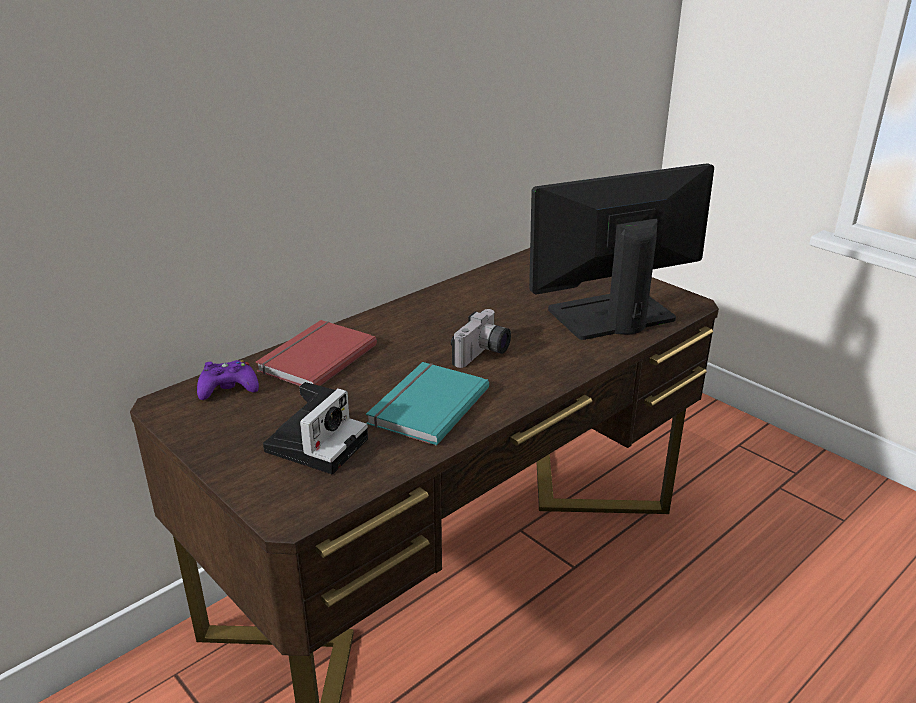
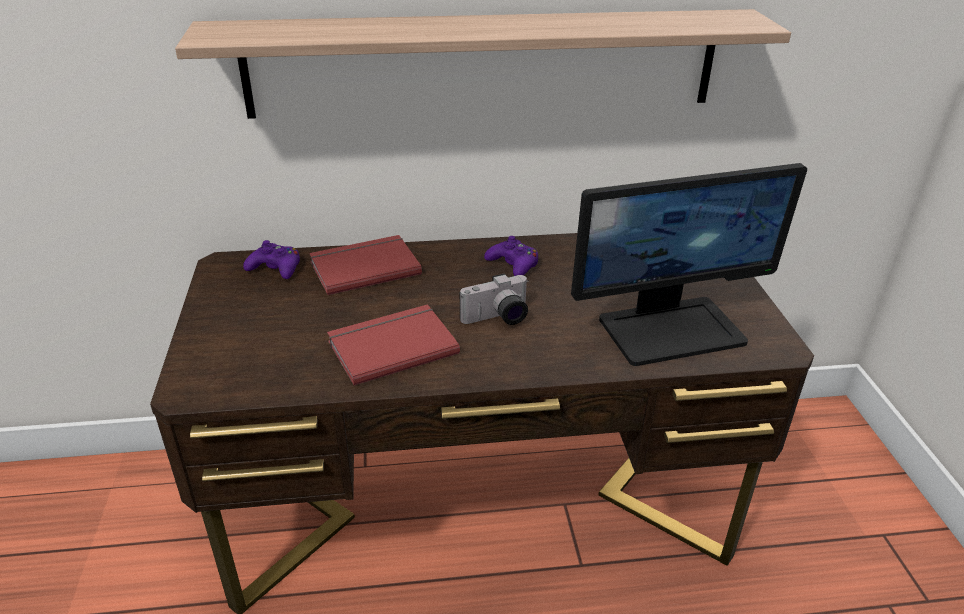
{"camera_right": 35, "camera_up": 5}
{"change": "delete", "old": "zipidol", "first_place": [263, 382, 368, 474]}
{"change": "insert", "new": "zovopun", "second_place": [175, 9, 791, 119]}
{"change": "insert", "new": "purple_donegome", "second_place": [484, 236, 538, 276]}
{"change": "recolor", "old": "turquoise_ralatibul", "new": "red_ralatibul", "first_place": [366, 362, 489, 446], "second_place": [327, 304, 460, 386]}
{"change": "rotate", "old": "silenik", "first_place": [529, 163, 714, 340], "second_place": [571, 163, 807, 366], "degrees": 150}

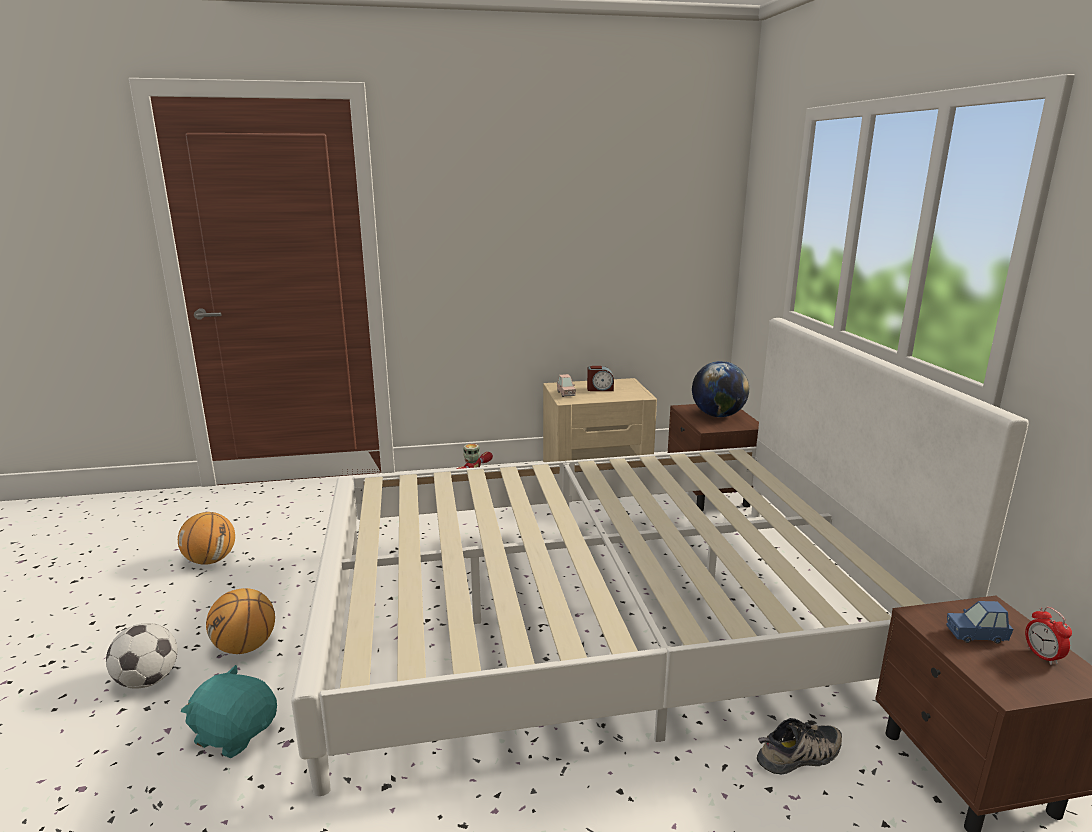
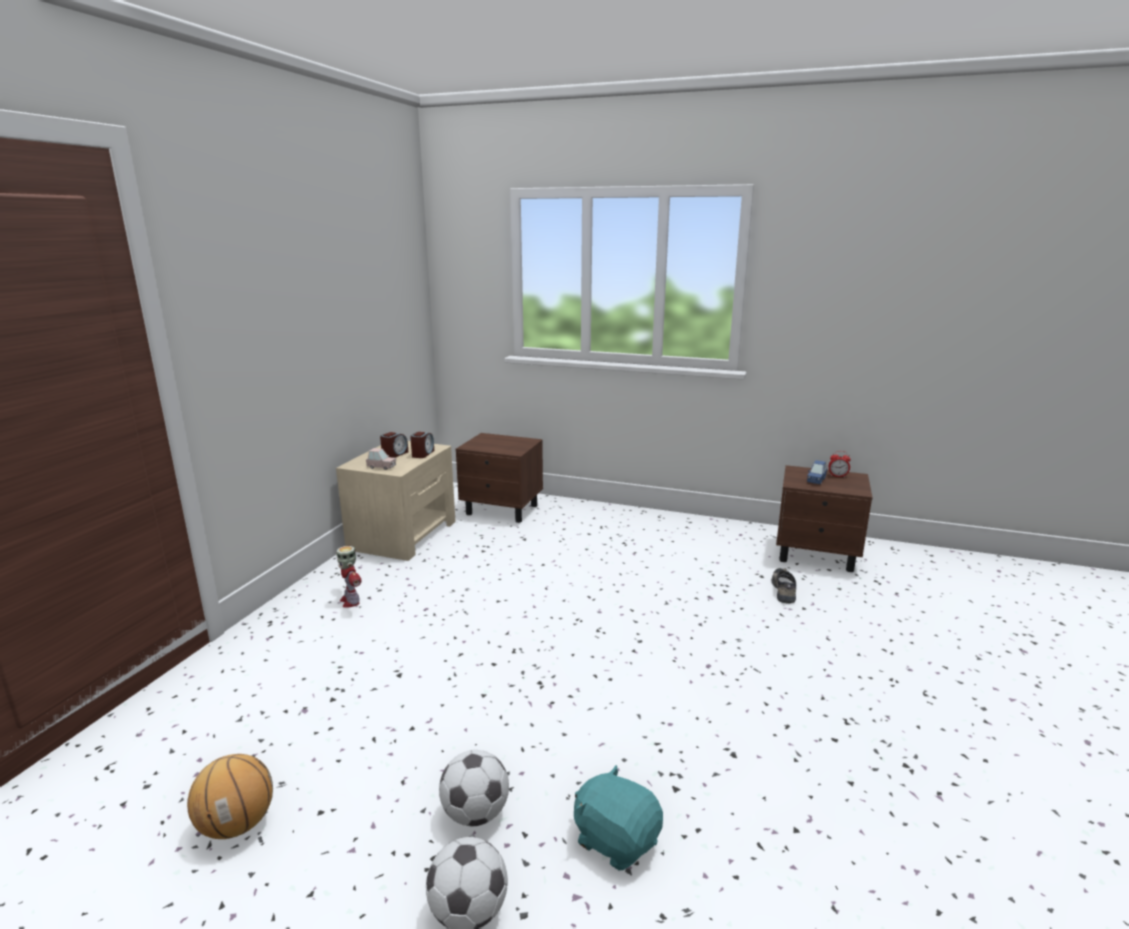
{"camera_right": -60, "camera_up": 0}
{"change": "delete", "old": "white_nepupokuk", "first_place": [291, 318, 1028, 796]}
{"change": "delete", "old": "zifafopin", "first_place": [692, 361, 749, 417]}
{"change": "insert", "new": "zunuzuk", "second_place": [410, 432, 434, 458]}
{"change": "replace", "old": "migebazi", "new": "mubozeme", "first_place": [206, 588, 275, 654], "second_place": [439, 750, 509, 827]}
{"change": "rotate", "old": "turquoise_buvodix", "first_place": [181, 665, 277, 758], "second_place": [574, 765, 663, 870], "degrees": 75}

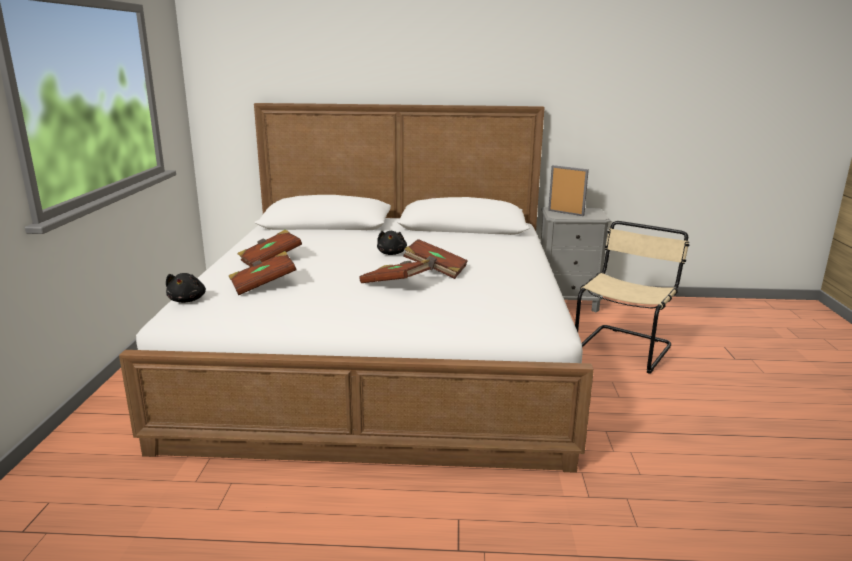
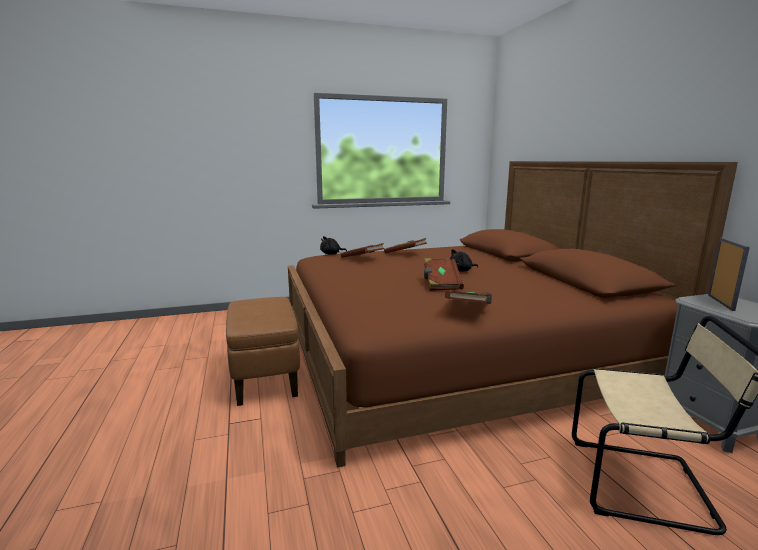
{"camera_right": 70, "camera_up": -5}
{"change": "insert", "new": "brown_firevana", "second_place": [226, 297, 300, 406]}
{"change": "move", "old": "brown_ralatibul", "first_place": [359, 259, 431, 283], "second_place": [445, 291, 492, 304]}
{"change": "recolor", "old": "white_nepupokuk", "new": "brown_nepupokuk", "first_place": [119, 103, 594, 473], "second_place": [288, 161, 738, 468]}

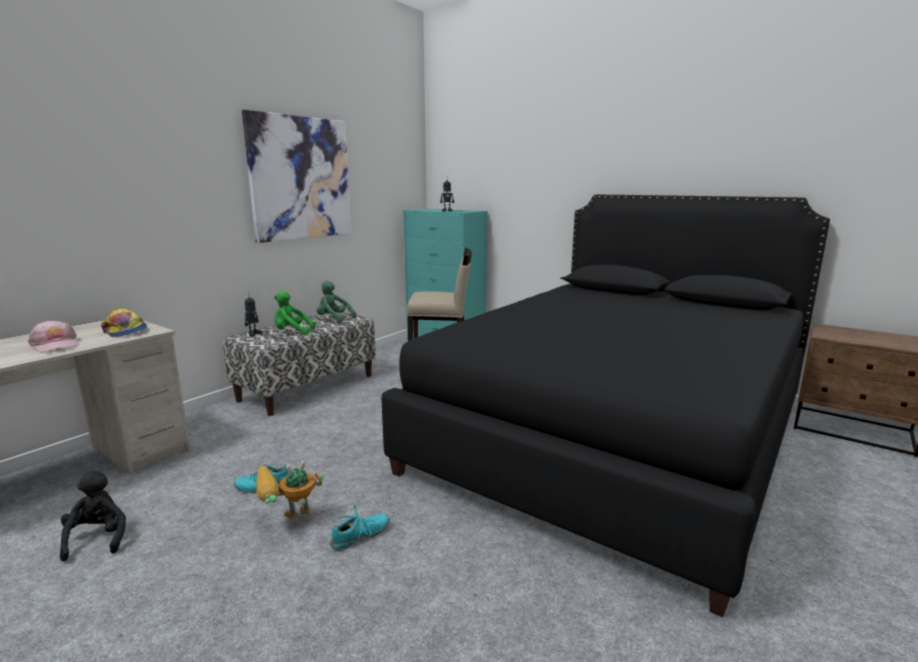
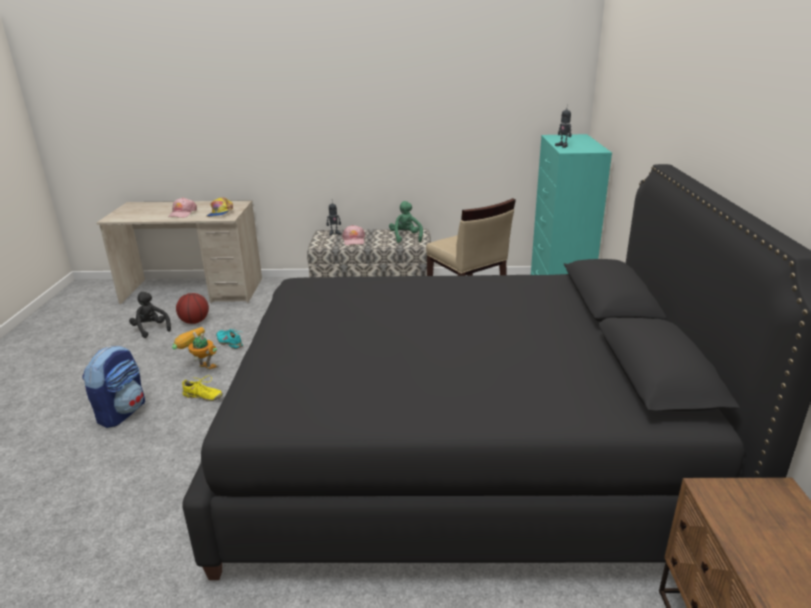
{"camera_right": 55, "camera_up": 10}
{"change": "delete", "old": "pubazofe", "first_place": [242, 110, 352, 243]}
{"change": "insert", "new": "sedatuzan", "second_place": [82, 346, 145, 428]}
{"change": "insert", "new": "migebazi", "second_place": [176, 293, 209, 324]}
{"change": "replace", "old": "green_buvodix", "new": "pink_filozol", "first_place": [274, 291, 316, 335], "second_place": [342, 225, 365, 245]}
{"change": "recolor", "old": "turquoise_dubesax", "new": "yellow_dubesax", "first_place": [330, 505, 389, 551], "second_place": [182, 375, 223, 401]}
{"change": "rotate", "old": "black_buvodix", "first_place": [60, 471, 126, 561], "second_place": [129, 292, 171, 338], "degrees": -75}

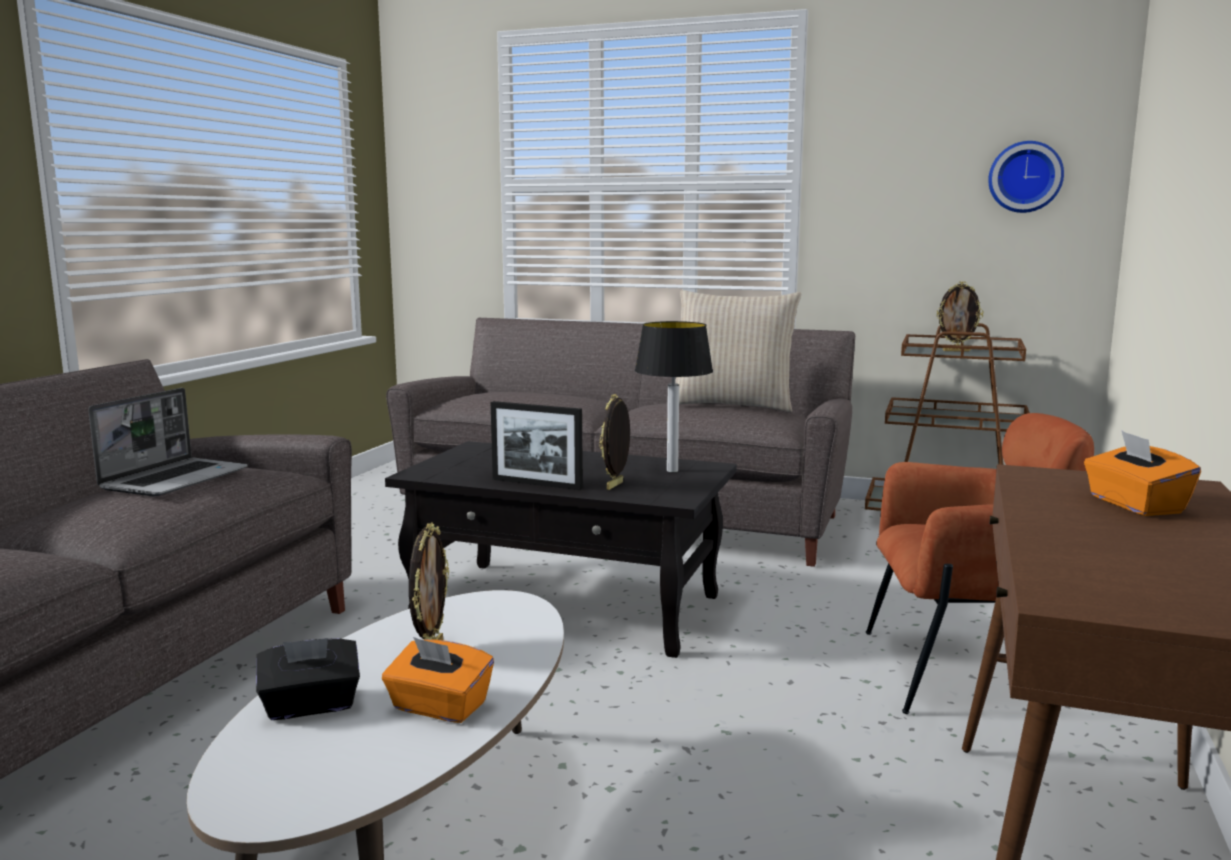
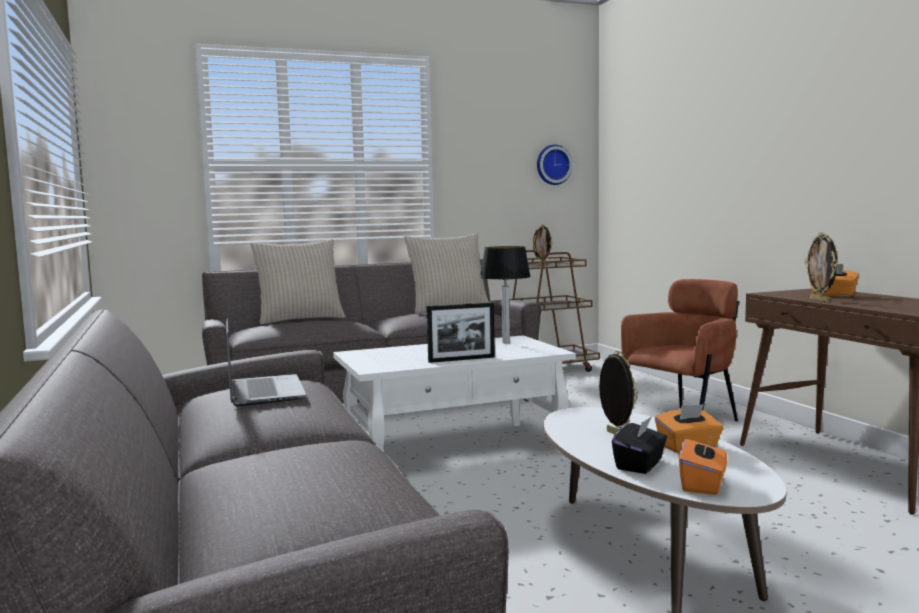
{"camera_right": -40, "camera_up": -5}
{"change": "insert", "new": "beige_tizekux", "second_place": [250, 239, 346, 325]}
{"change": "insert", "new": "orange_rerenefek", "second_place": [679, 432, 727, 495]}
{"change": "move", "old": "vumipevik", "first_place": [599, 394, 630, 490], "second_place": [805, 232, 837, 302]}
{"change": "recolor", "old": "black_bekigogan", "new": "white_bekigogan", "first_place": [385, 441, 737, 658], "second_place": [333, 335, 576, 453]}

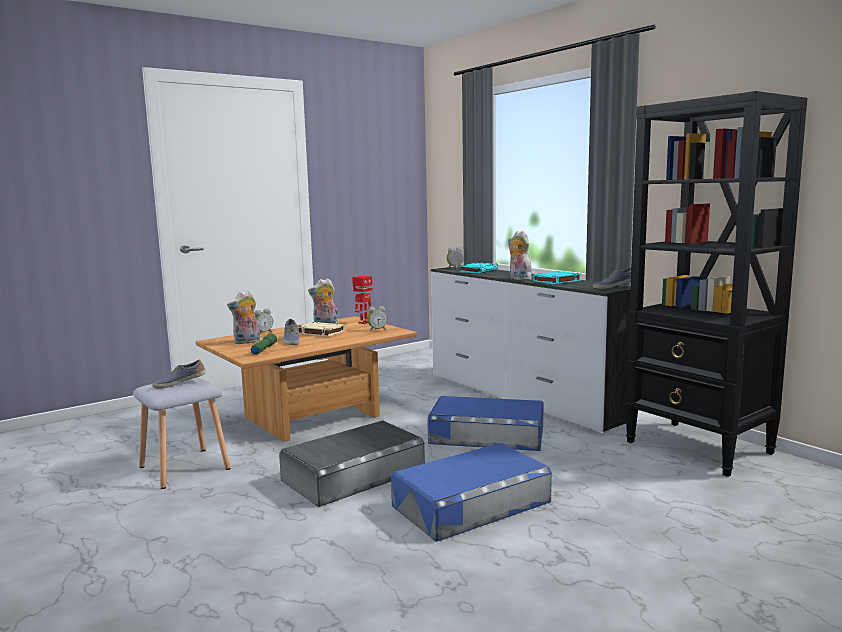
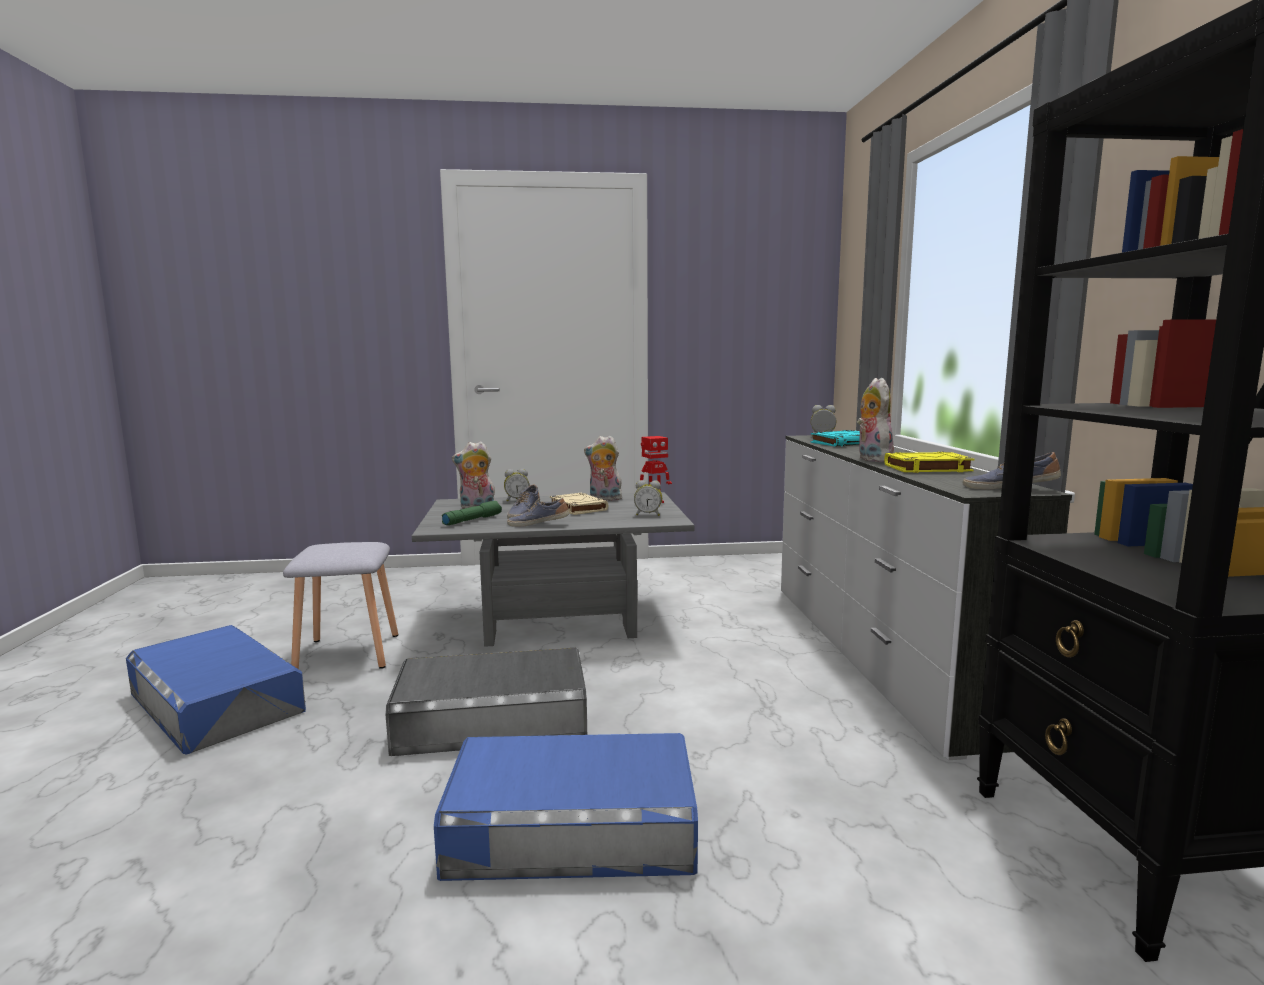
{"camera_right": 30, "camera_up": 0}
{"change": "move", "old": "dubesax", "first_place": [152, 359, 206, 389], "second_place": [507, 498, 569, 527]}
{"change": "move", "old": "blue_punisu", "first_place": [427, 396, 543, 451], "second_place": [126, 625, 306, 755]}
{"change": "recolor", "old": "brown_bekigogan", "new": "grey_bekigogan", "first_place": [196, 316, 417, 442], "second_place": [412, 492, 694, 647]}
{"change": "recolor", "old": "turquoise_ralatibul", "new": "yellow_ralatibul", "first_place": [533, 271, 581, 284], "second_place": [884, 451, 974, 473]}

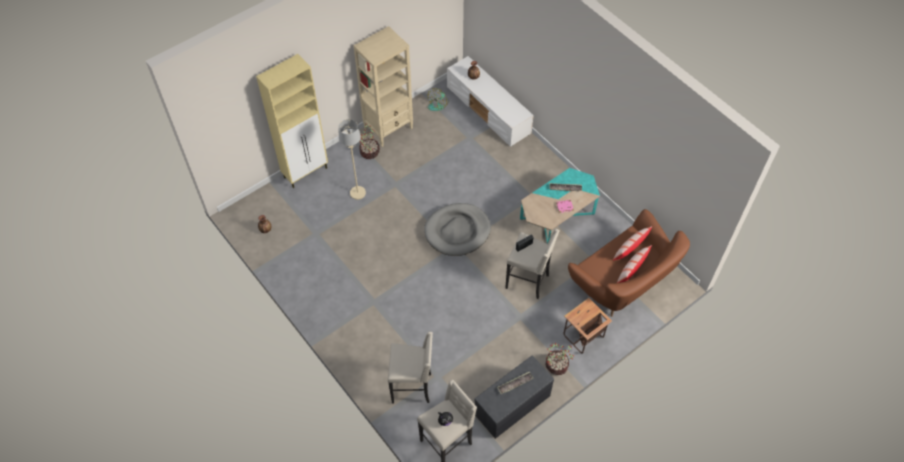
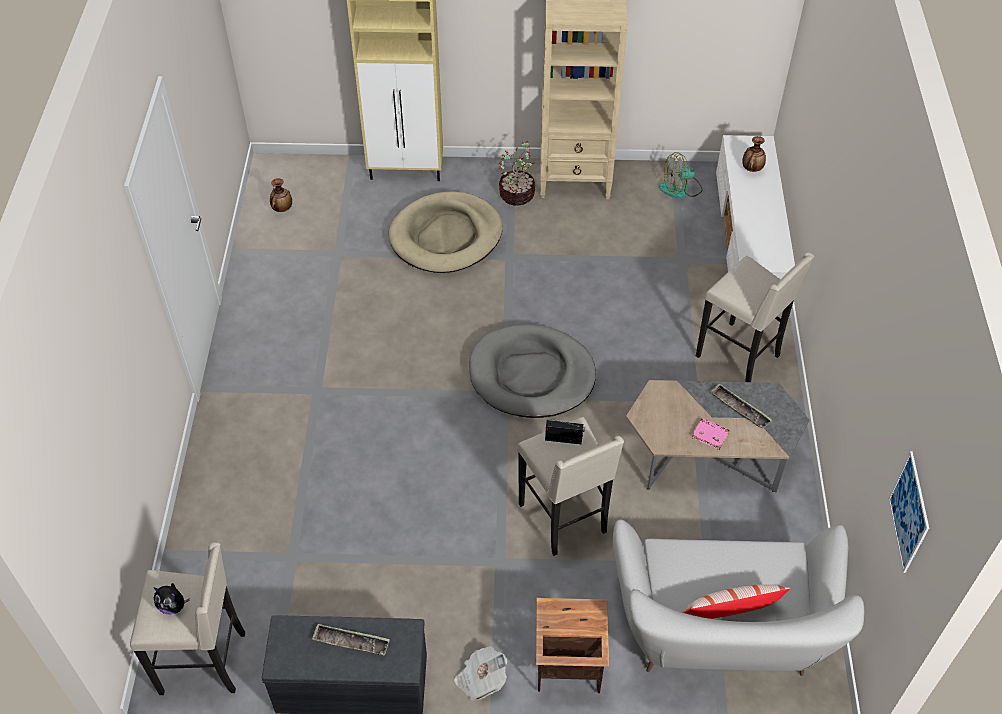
{"camera_right": 40, "camera_up": -5}
{"change": "delete", "old": "tizekux", "first_place": [613, 226, 652, 261]}
{"change": "insert", "new": "pubazofe", "second_place": [888, 451, 929, 573]}
{"change": "move", "old": "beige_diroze", "first_place": [388, 332, 433, 403], "second_place": [696, 252, 814, 382]}
{"change": "replace", "old": "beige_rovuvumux", "new": "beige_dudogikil", "first_place": [338, 119, 366, 200], "second_place": [389, 192, 503, 273]}
{"change": "replace", "old": "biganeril", "new": "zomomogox", "first_place": [546, 343, 574, 375], "second_place": [454, 646, 508, 702]}
{"change": "recolor", "old": "turquoise_bekigogan", "new": "grey_bekigogan", "first_place": [520, 168, 600, 244], "second_place": [626, 380, 809, 492]}
{"change": "recolor", "old": "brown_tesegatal", "new": "white_tesegatal", "first_place": [568, 209, 690, 317], "second_place": [613, 519, 864, 676]}

